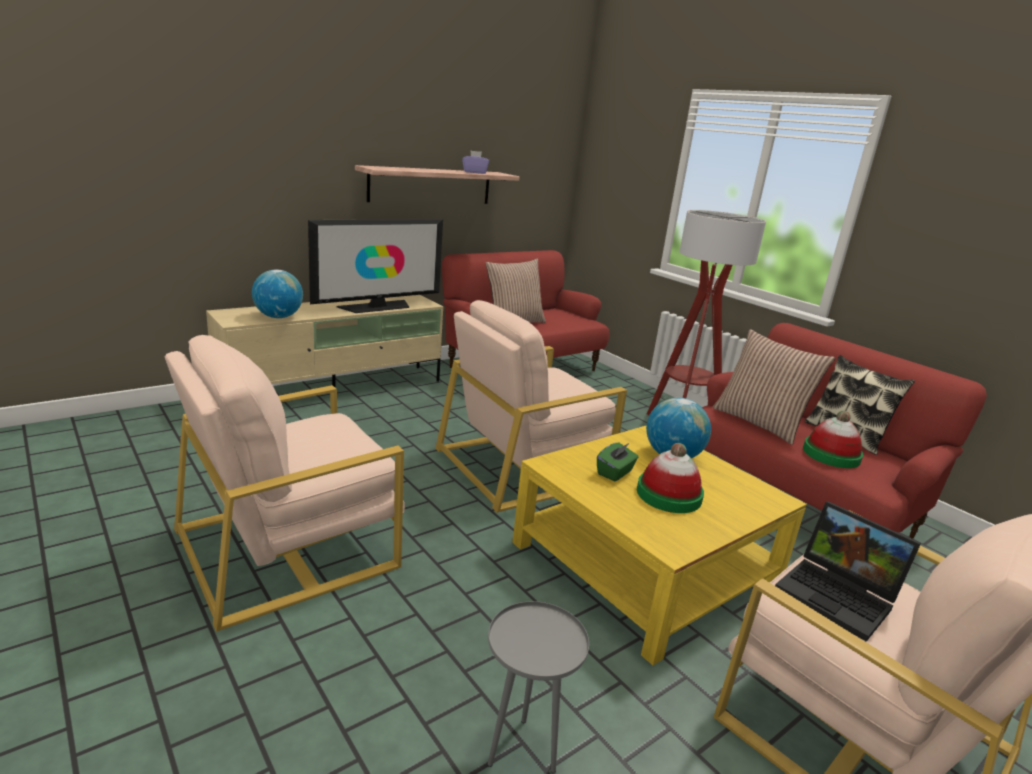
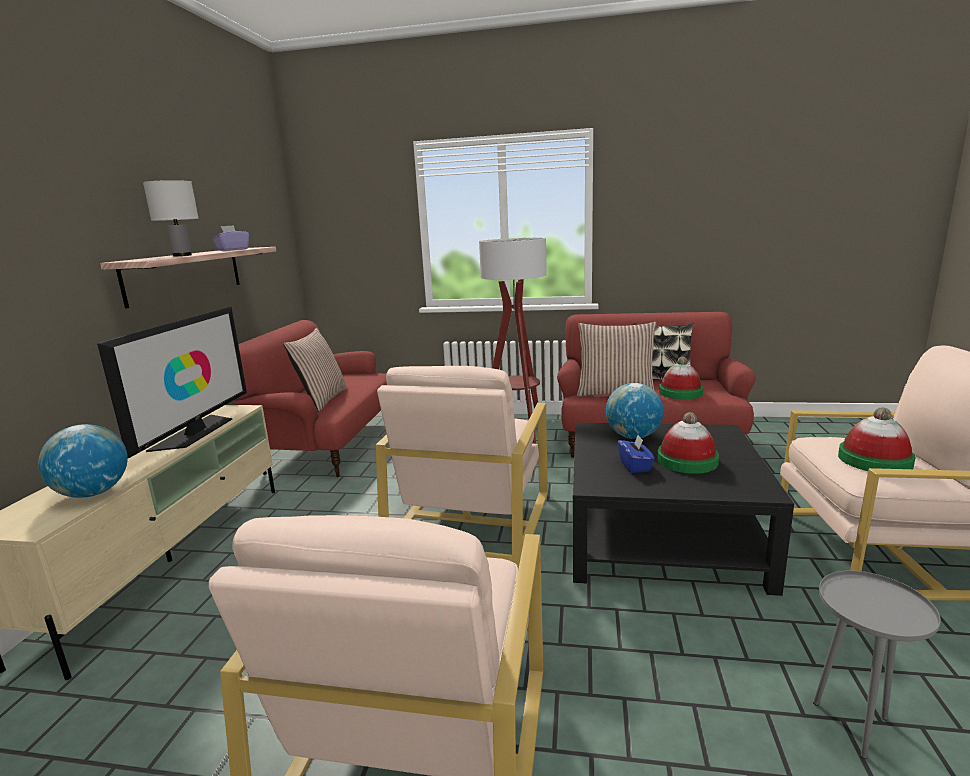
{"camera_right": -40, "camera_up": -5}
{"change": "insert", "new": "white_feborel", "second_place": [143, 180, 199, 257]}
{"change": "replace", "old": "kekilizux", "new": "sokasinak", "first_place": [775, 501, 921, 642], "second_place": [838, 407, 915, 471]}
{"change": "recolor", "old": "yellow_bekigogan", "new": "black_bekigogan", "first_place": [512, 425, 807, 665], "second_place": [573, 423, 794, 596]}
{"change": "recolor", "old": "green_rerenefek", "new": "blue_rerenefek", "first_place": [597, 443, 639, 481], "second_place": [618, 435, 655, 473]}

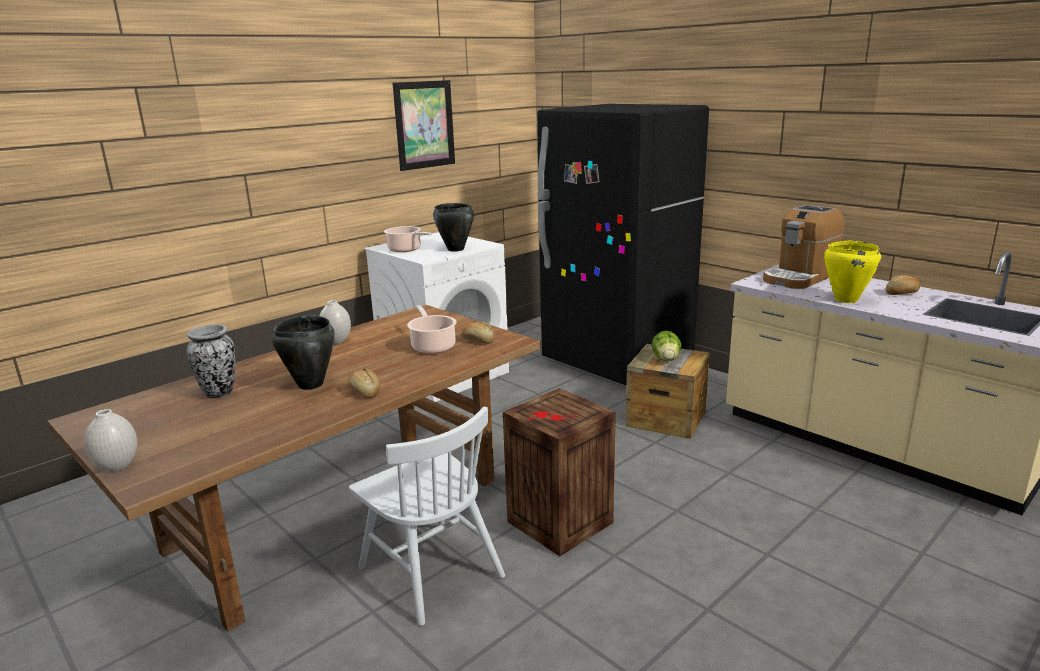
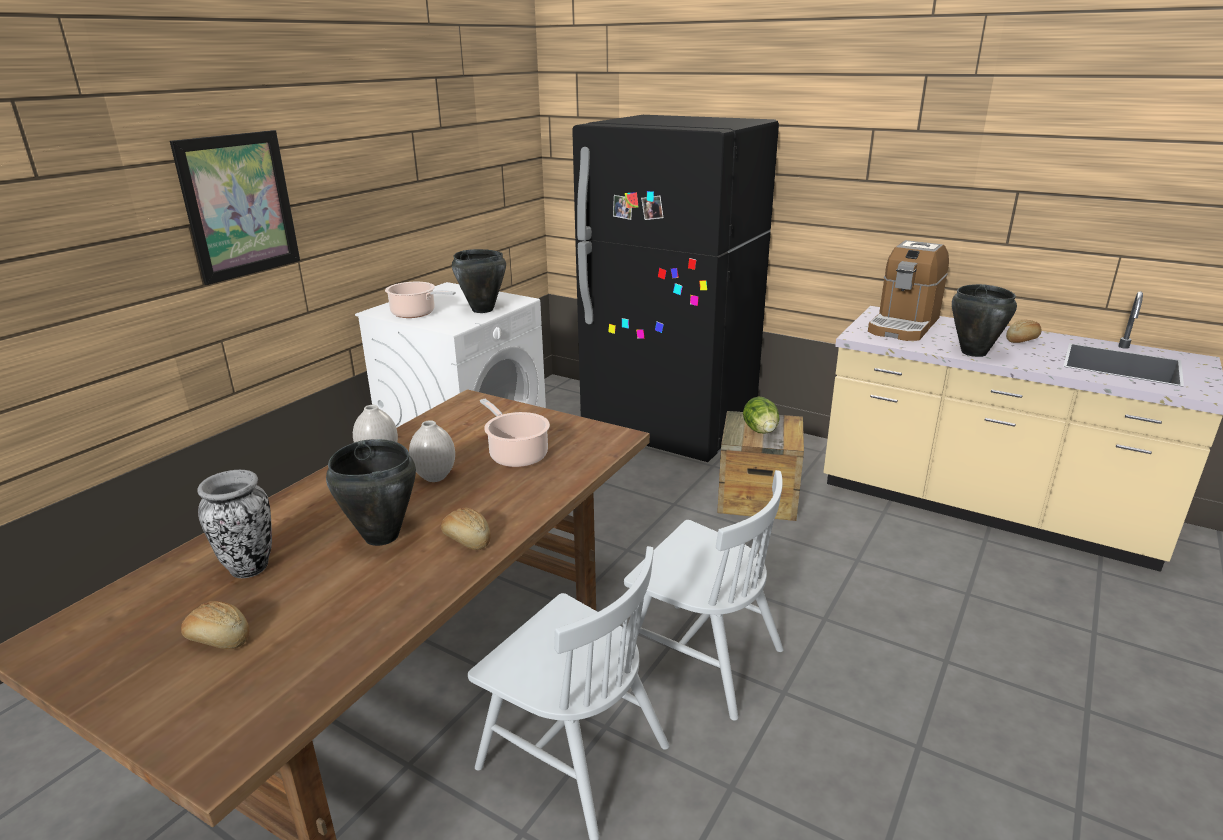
{"camera_right": -15, "camera_up": 5}
{"change": "move", "old": "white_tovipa", "first_place": [84, 409, 137, 472], "second_place": [409, 420, 455, 482]}
{"change": "move", "old": "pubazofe", "first_place": [392, 80, 455, 171], "second_place": [170, 130, 300, 285]}
{"change": "move", "old": "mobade", "first_place": [462, 321, 495, 344], "second_place": [181, 601, 249, 649]}
{"change": "replace", "old": "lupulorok", "new": "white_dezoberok", "first_place": [503, 388, 616, 556], "second_place": [624, 470, 784, 721]}
{"change": "recolor", "old": "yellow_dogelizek", "new": "black_dogelizek", "first_place": [824, 241, 881, 303], "second_place": [952, 284, 1017, 357]}

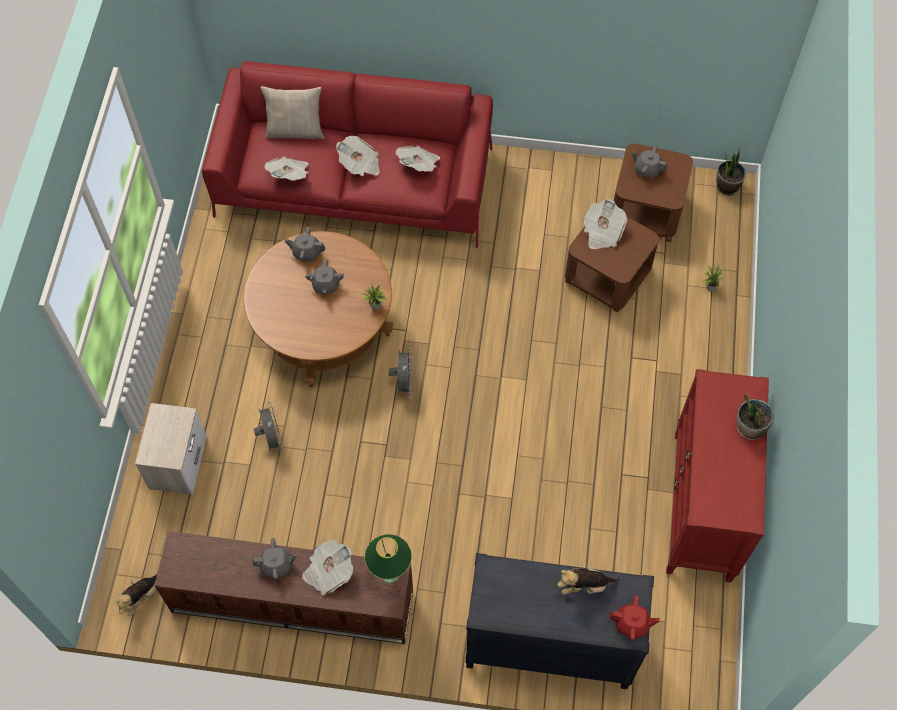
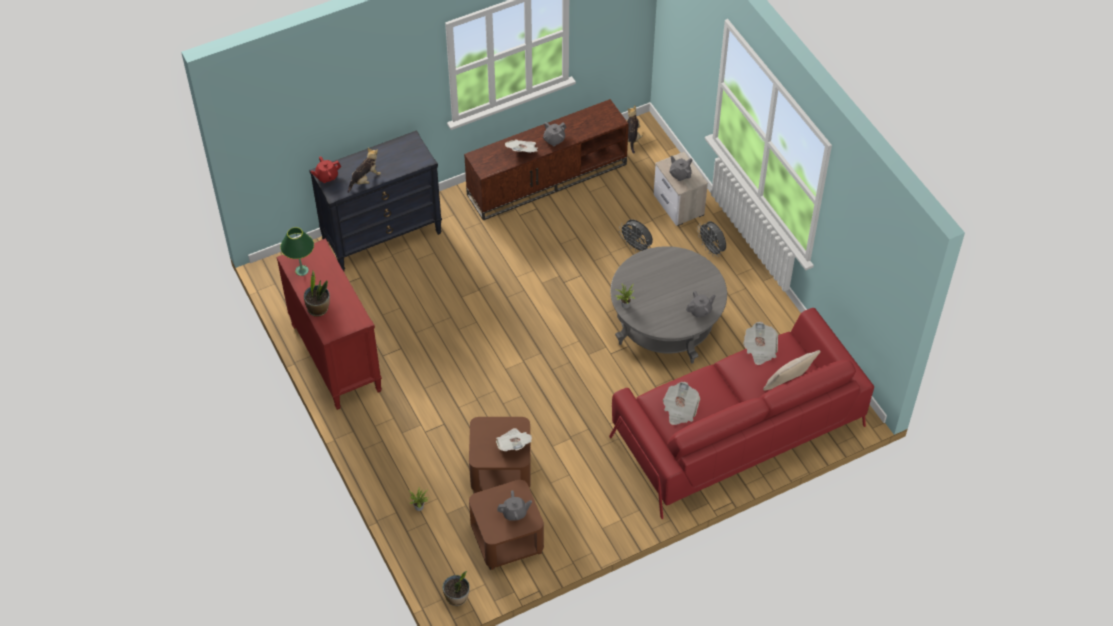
{"camera_right": 145, "camera_up": -10}
{"change": "delete", "old": "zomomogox", "first_place": [336, 136, 379, 176]}
{"change": "move", "old": "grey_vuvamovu", "first_place": [305, 259, 344, 294], "second_place": [669, 156, 692, 181]}
{"change": "move", "old": "green_feborel", "first_place": [364, 534, 412, 583], "second_place": [280, 227, 314, 276]}
{"change": "move", "old": "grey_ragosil", "first_place": [389, 347, 413, 398], "second_place": [697, 221, 726, 257]}
{"change": "recolor", "old": "brown_bekigogan", "new": "grey_bekigogan", "first_place": [244, 231, 393, 387], "second_place": [610, 246, 727, 364]}

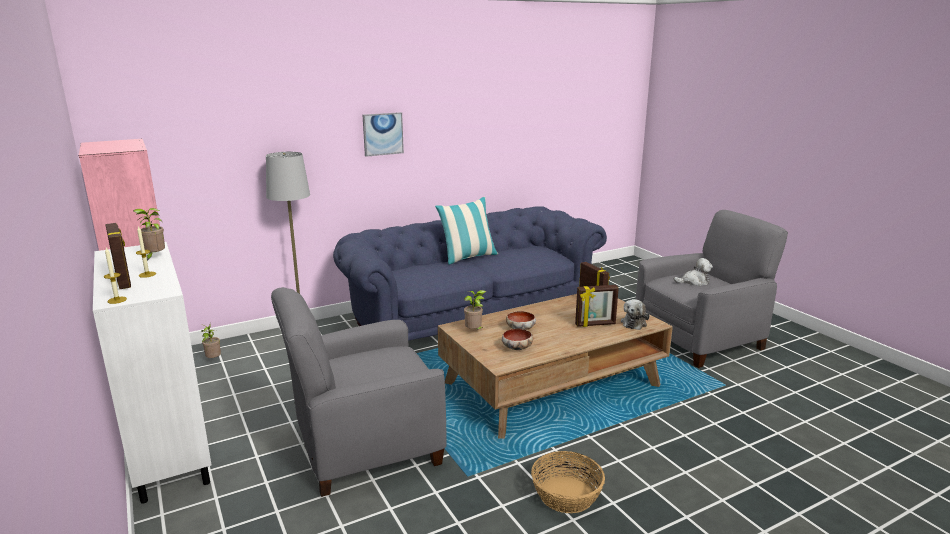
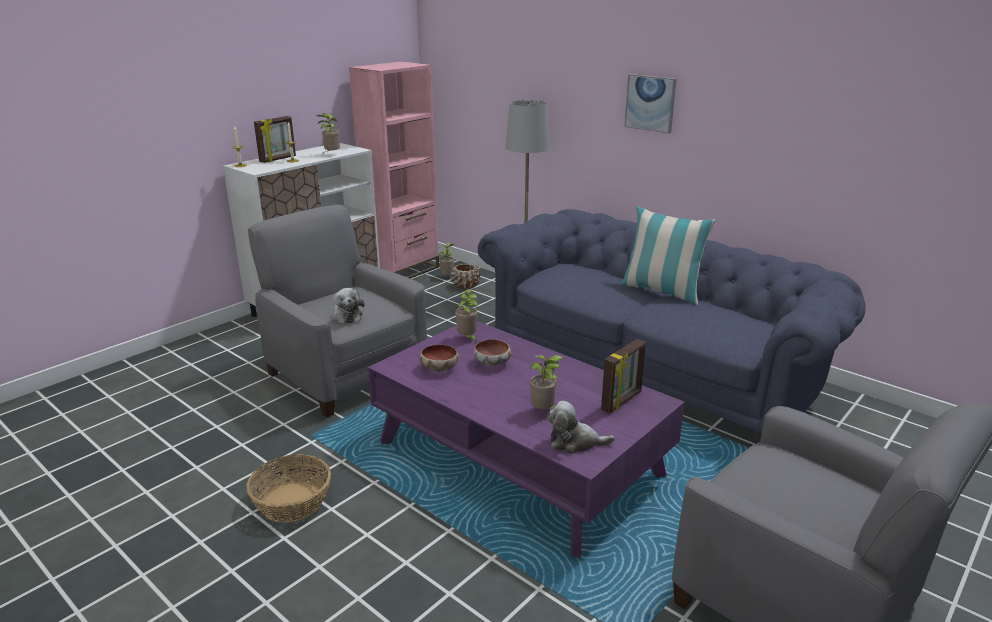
{"camera_right": 70, "camera_up": 5}
{"change": "insert", "new": "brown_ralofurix", "second_place": [451, 264, 480, 289]}
{"change": "move", "old": "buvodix", "first_place": [674, 258, 713, 286], "second_place": [331, 288, 364, 324]}
{"change": "replace", "old": "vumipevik", "new": "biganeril", "first_place": [575, 285, 619, 327], "second_place": [529, 355, 563, 410]}
{"change": "recolor", "old": "brown_bekigogan", "new": "purple_bekigogan", "first_place": [438, 294, 673, 439], "second_place": [368, 321, 685, 558]}

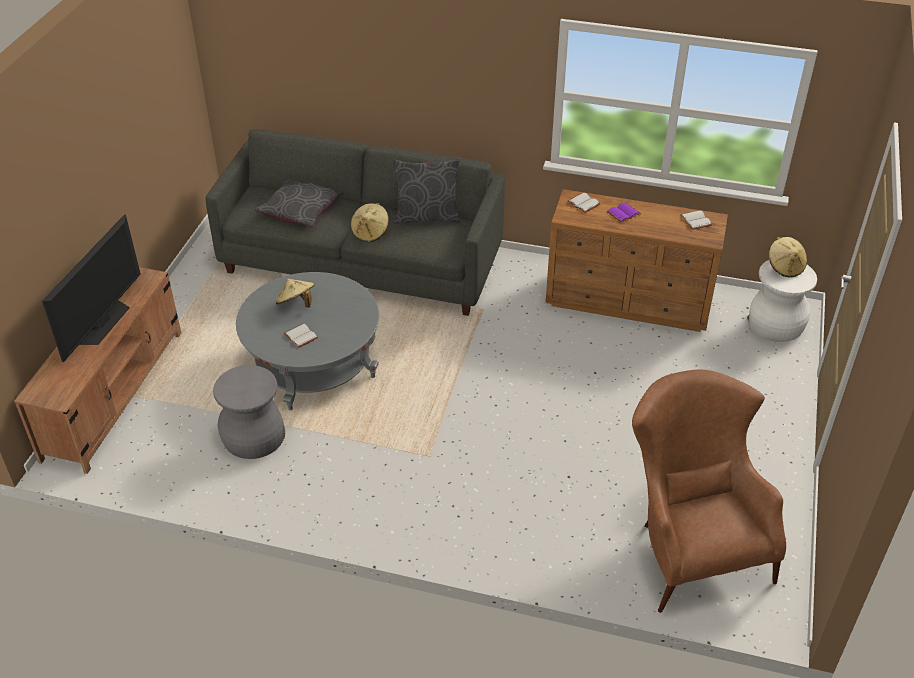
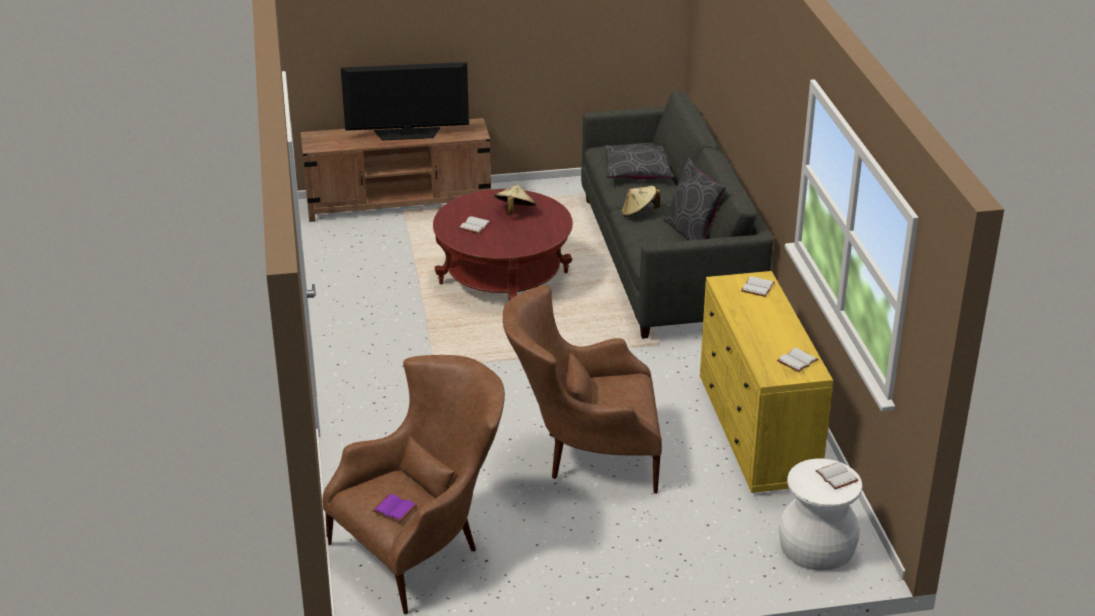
{"camera_right": 65, "camera_up": -10}
{"change": "delete", "old": "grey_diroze", "first_place": [213, 365, 285, 459]}
{"change": "insert", "new": "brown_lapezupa", "second_place": [503, 285, 662, 494]}
{"change": "move", "old": "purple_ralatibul", "first_place": [607, 203, 641, 223], "second_place": [372, 494, 417, 522]}
{"change": "replace", "old": "beige_sokasinak", "new": "white_ralatibul", "first_place": [769, 237, 807, 277], "second_place": [815, 462, 859, 489]}
{"change": "recolor", "old": "grey_bekigogan", "new": "red_bekigogan", "first_place": [236, 272, 379, 410], "second_place": [433, 189, 573, 300]}
{"change": "recolor", "old": "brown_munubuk", "new": "yellow_munubuk", "first_place": [545, 189, 728, 332], "second_place": [700, 271, 834, 493]}

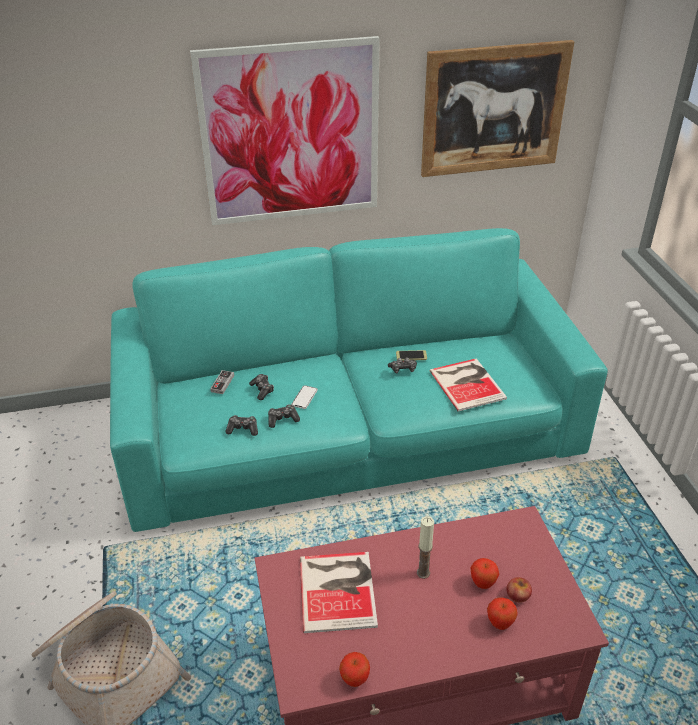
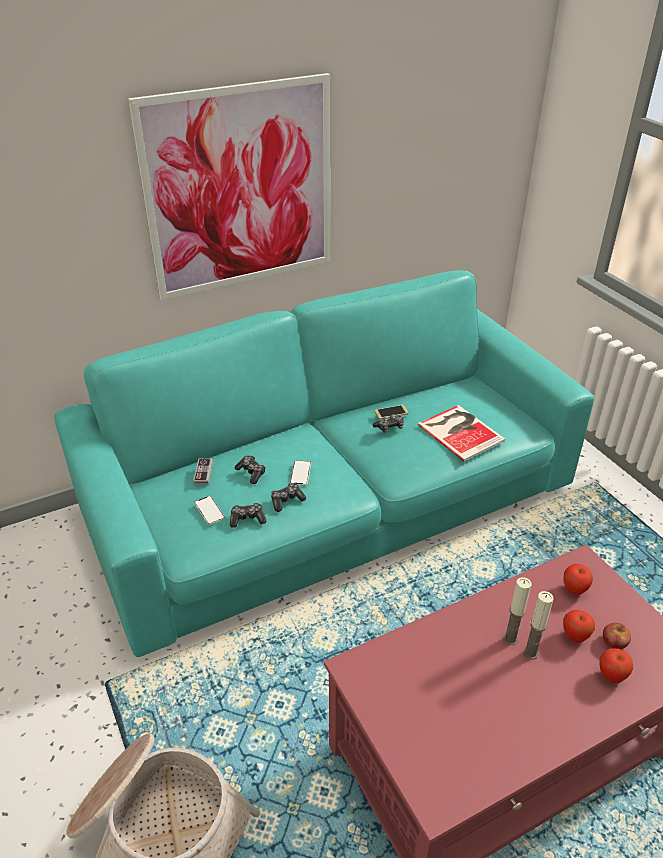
{"camera_right": -15, "camera_up": 0}
{"change": "delete", "old": "ralatibul", "first_place": [300, 552, 378, 633]}
{"change": "delete", "old": "pubazofe", "first_place": [421, 40, 574, 177]}
{"change": "insert", "new": "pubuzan", "second_place": [194, 496, 225, 525]}
{"change": "insert", "new": "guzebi", "second_place": [523, 591, 554, 659]}
{"change": "move", "old": "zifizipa", "first_place": [339, 652, 370, 687], "second_place": [563, 564, 593, 595]}

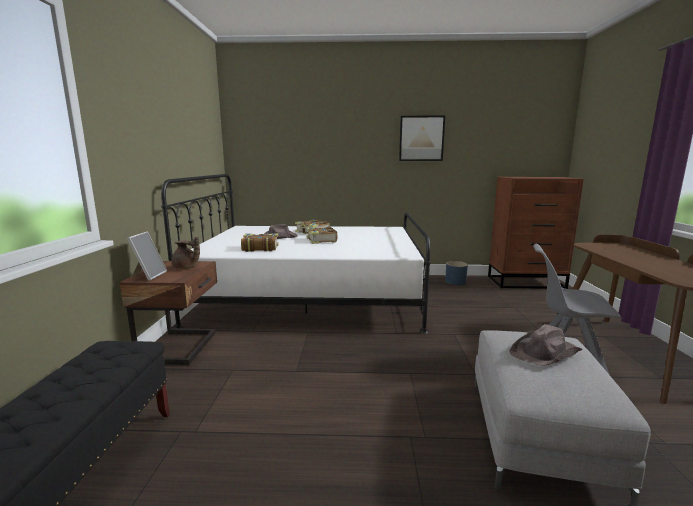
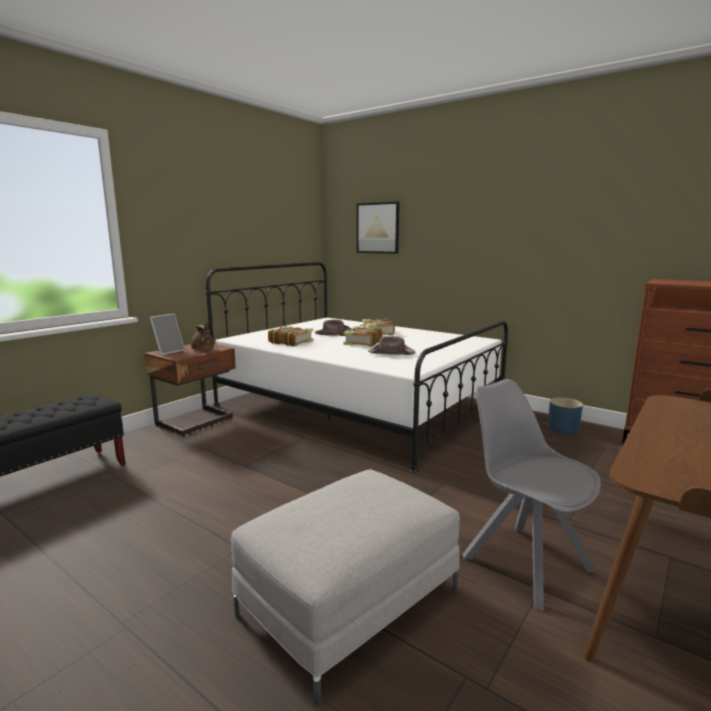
{"camera_right": 35, "camera_up": 0}
{"change": "move", "old": "pubazofe", "first_place": [399, 116, 445, 161], "second_place": [357, 202, 399, 254]}
{"change": "move", "old": "brown_sokasinak", "first_place": [509, 324, 582, 366], "second_place": [368, 336, 415, 355]}

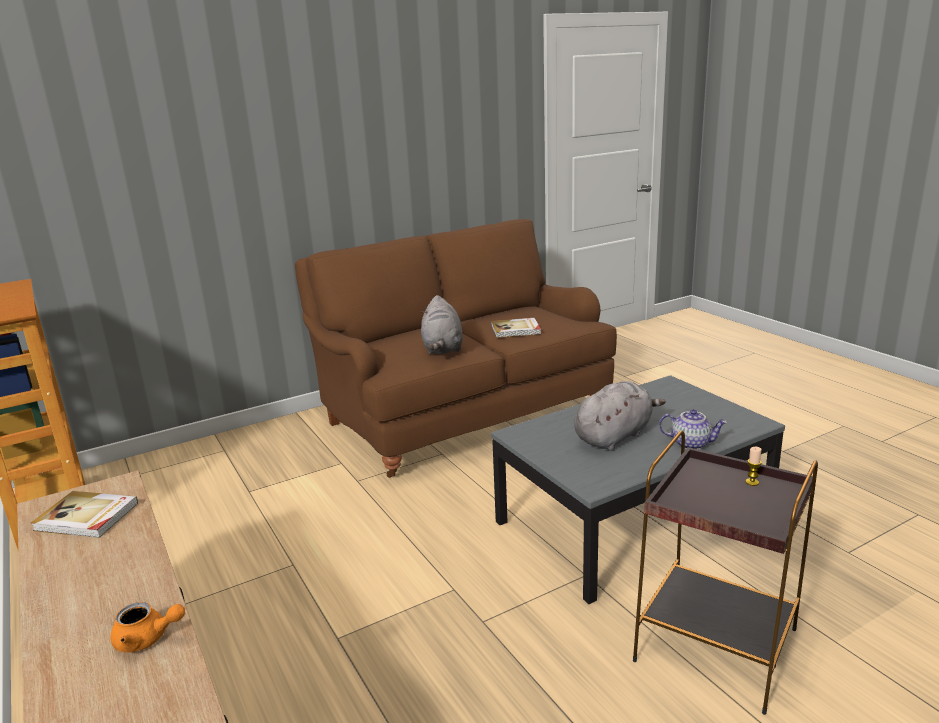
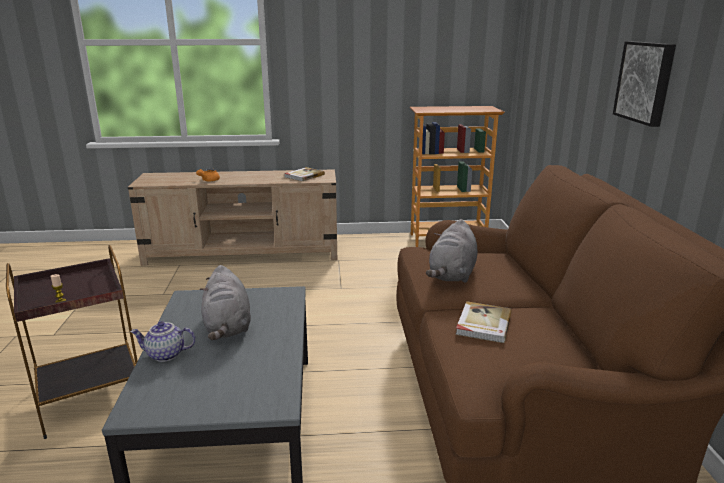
{"camera_right": 115, "camera_up": 0}
{"change": "insert", "new": "pubazofe", "second_place": [613, 41, 676, 127]}
{"change": "rotate", "old": "grey_buvodix", "first_place": [420, 295, 463, 354], "second_place": [426, 219, 478, 283], "degrees": -90}
{"change": "rotate", "old": "vuvamovu", "first_place": [659, 409, 727, 449], "second_place": [130, 321, 196, 362], "degrees": 45}

